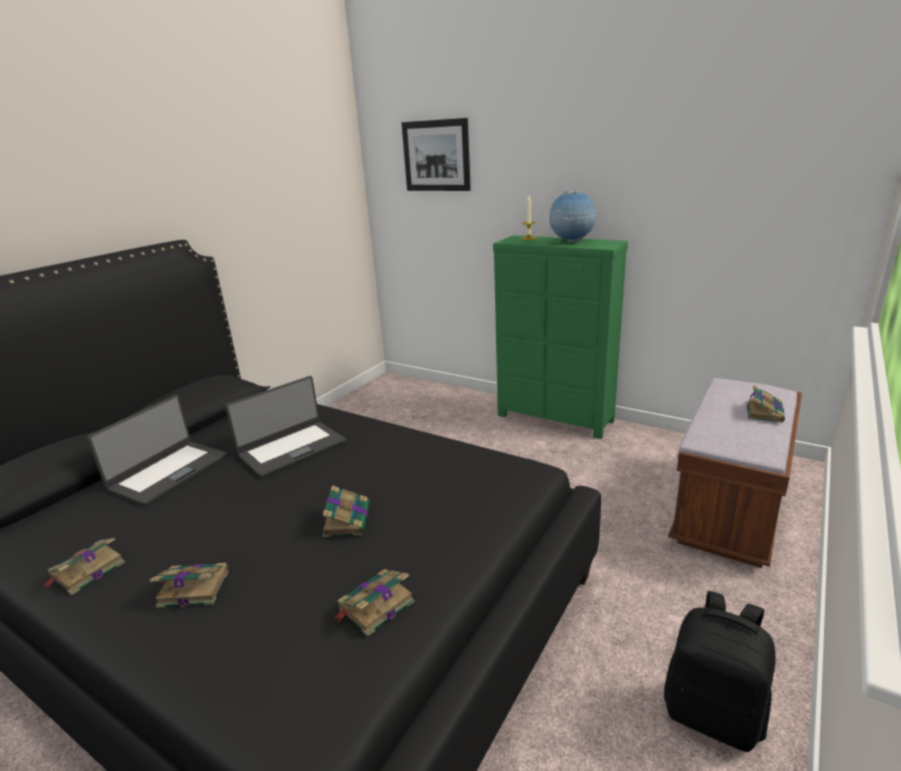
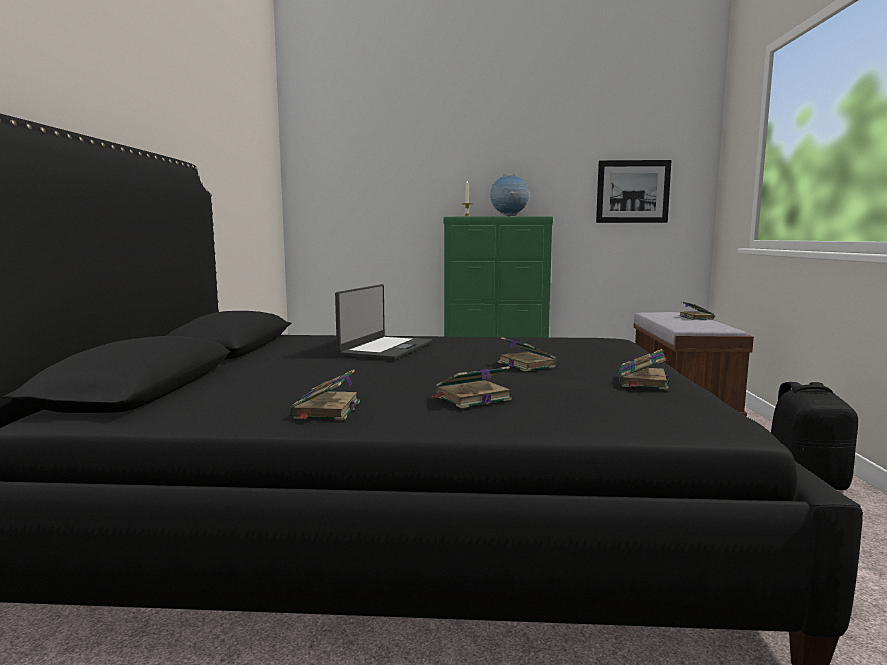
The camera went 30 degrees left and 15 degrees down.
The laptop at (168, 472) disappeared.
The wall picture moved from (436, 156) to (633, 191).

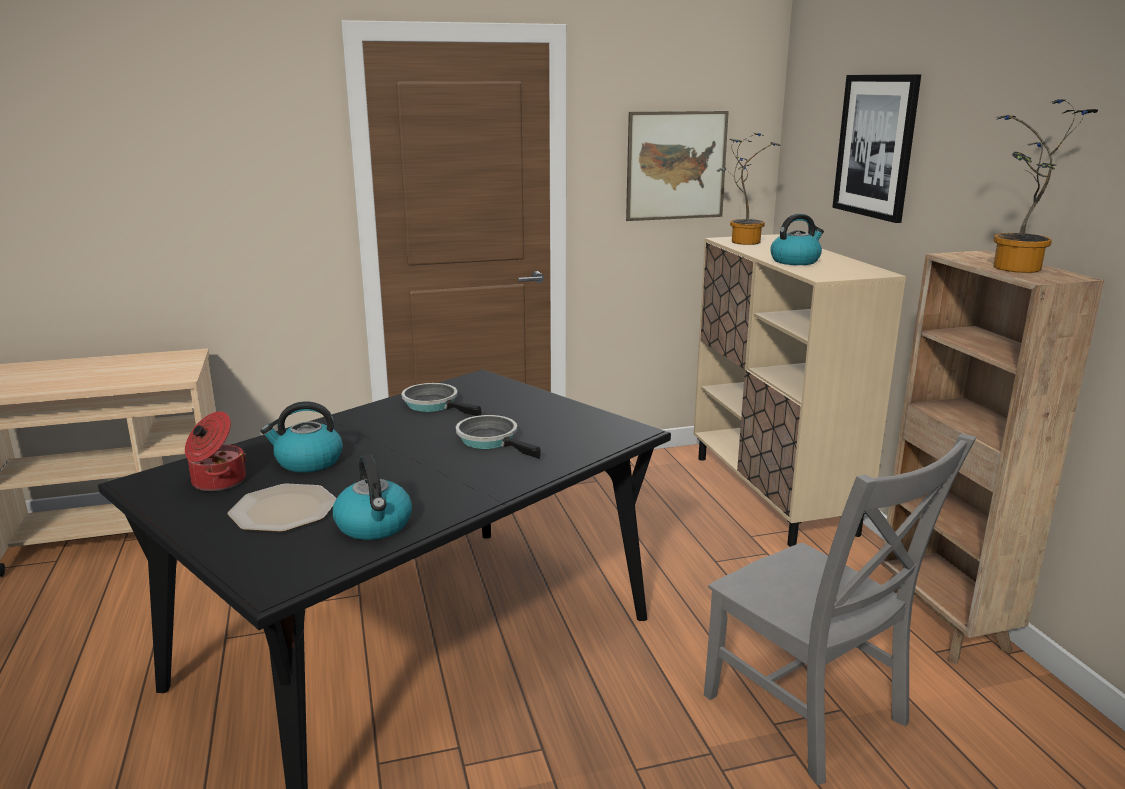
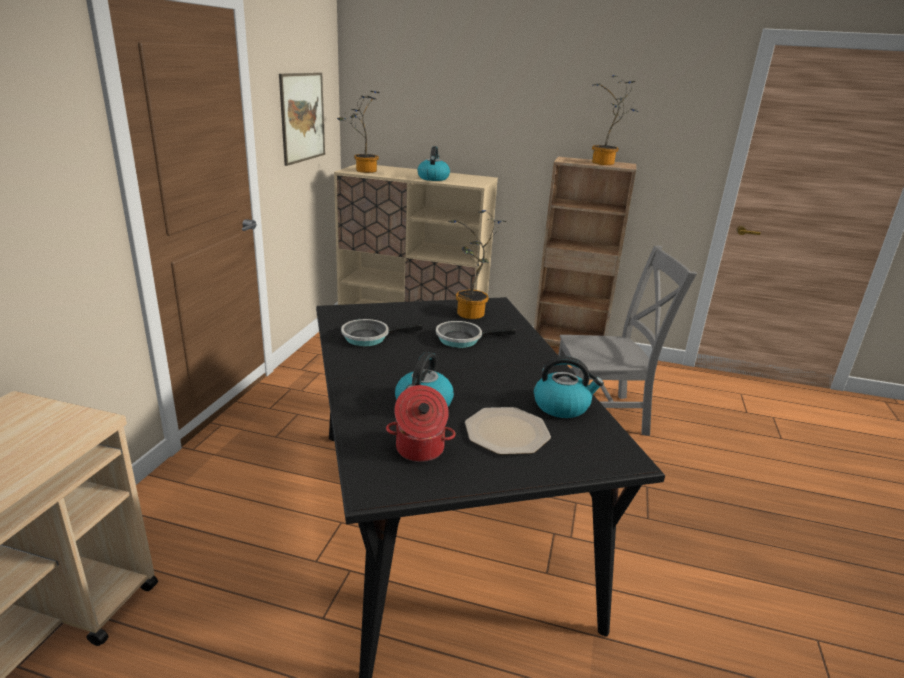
The camera went 60 degrees left and 5 degrees up.
The wall picture at (876, 146) disappeared.
The potted plant at (471, 315) appeared.

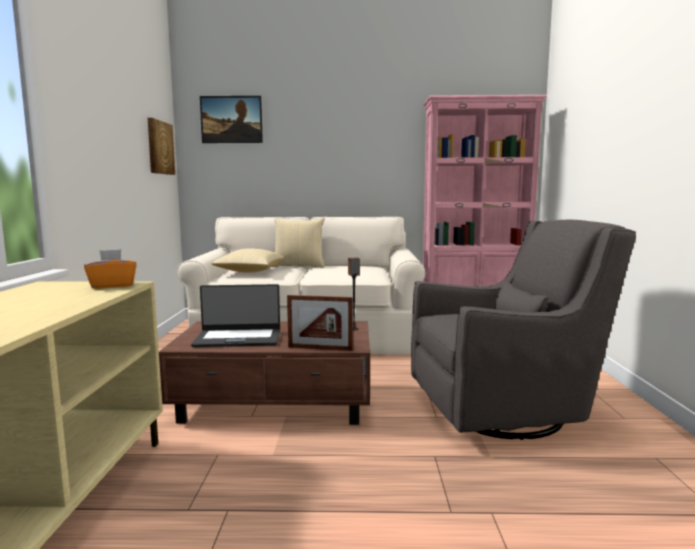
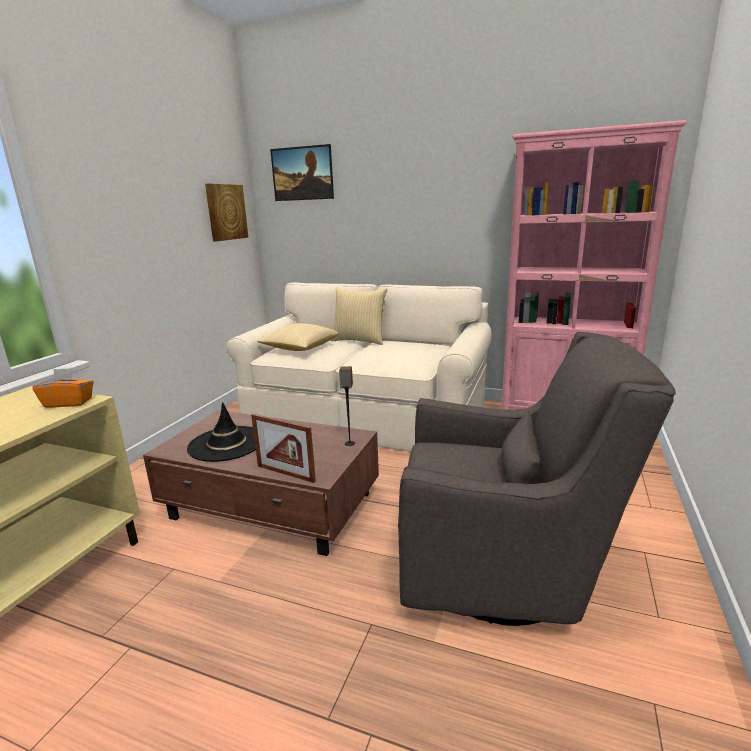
The camera went 20 degrees right and 10 degrees up.
The laptop at (238, 338) was replaced by the hat (black-coloured) at (226, 444).

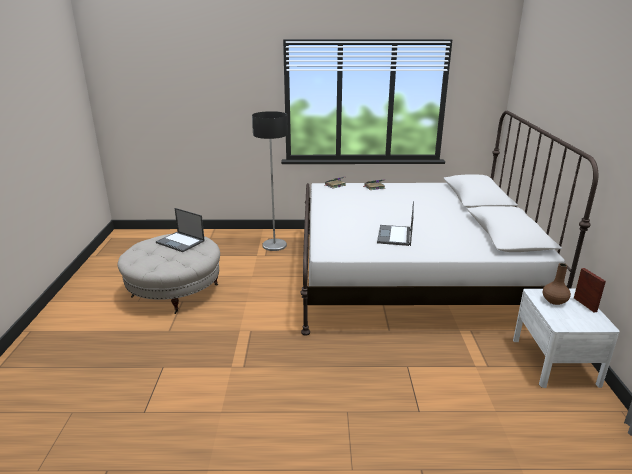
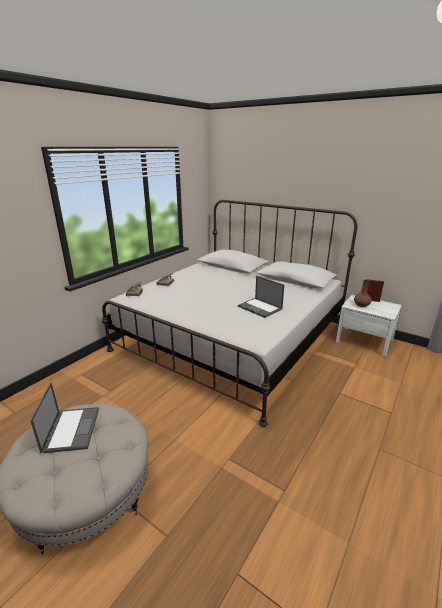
The camera went 55 degrees left and 0 degrees up.
The laptop at (181, 242) turned 75 degrees counterclockwise.
The floor lamp at (274, 245) disappeared.

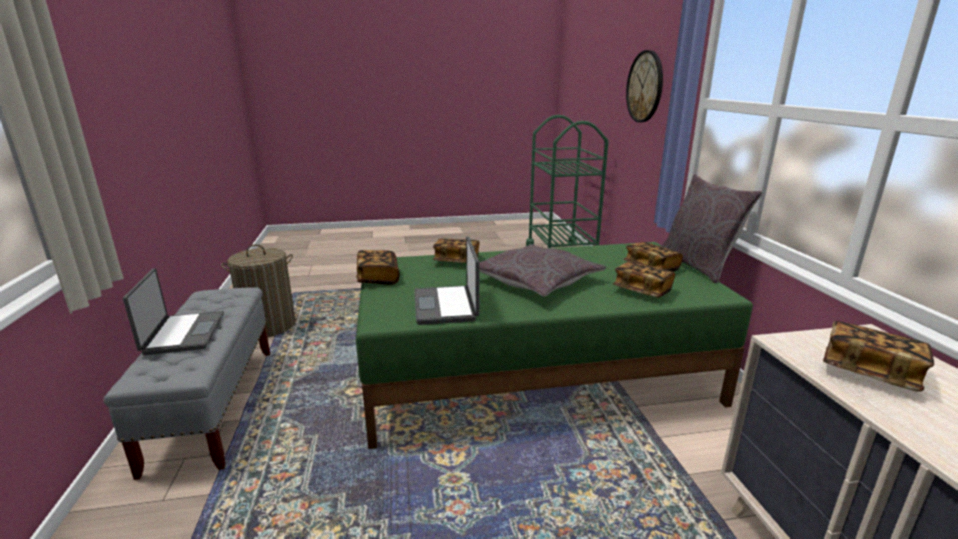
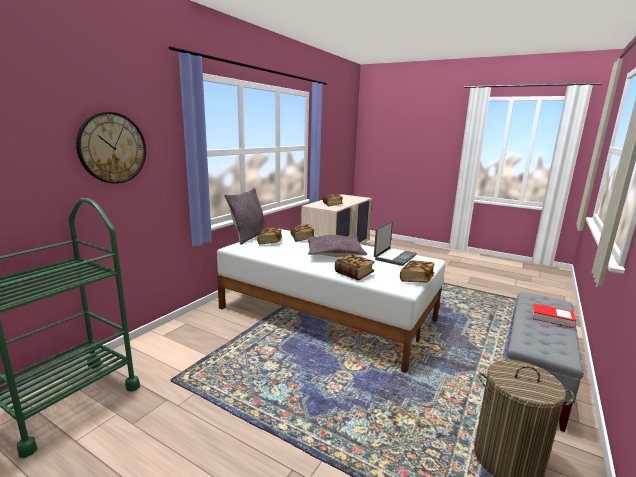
The camera went 140 degrees left and 5 degrees down.
The laptop at (183, 334) was replaced by the volume at (552, 318).
The bedroom bed (green) at (536, 375) became the bedroom bed (white) at (326, 314).

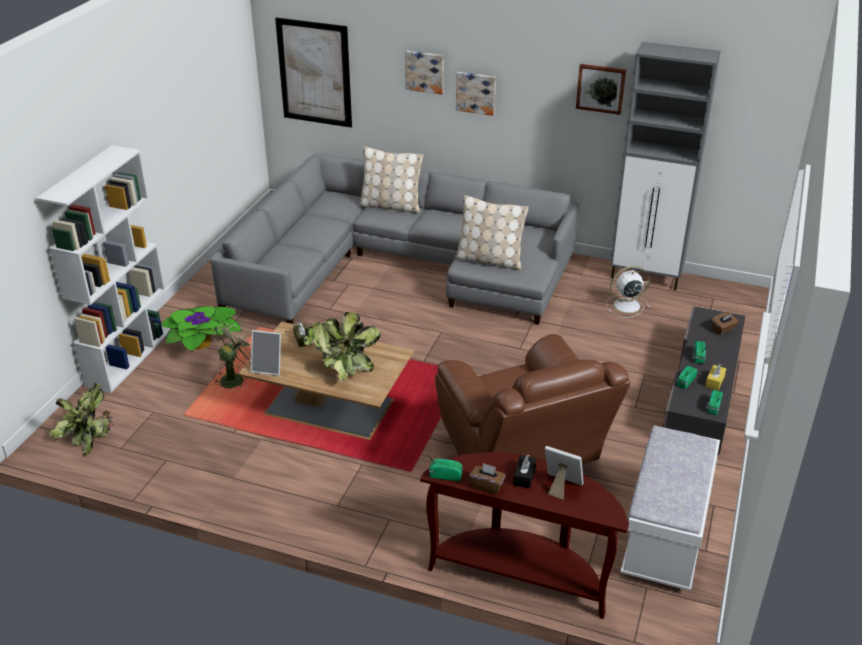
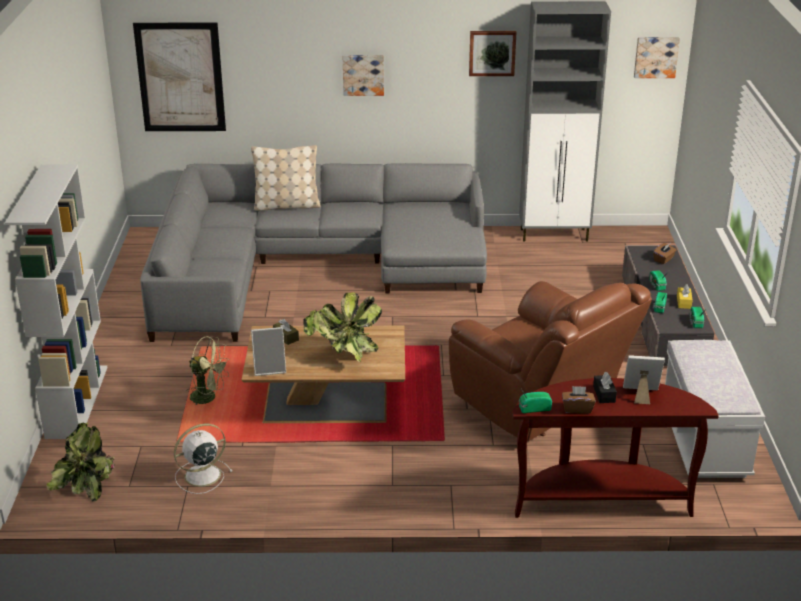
The camera went 20 degrees left and 5 degrees down.
The potted plant at (202, 342) disappeared.
The cooling fan (green) at (235, 378) turned 90 degrees clockwise.
The wall picture moved from (425, 71) to (656, 57).
The pillow (beige) at (489, 260) disappeared.
The cooling fan (white) moved from (625, 306) to (201, 476).

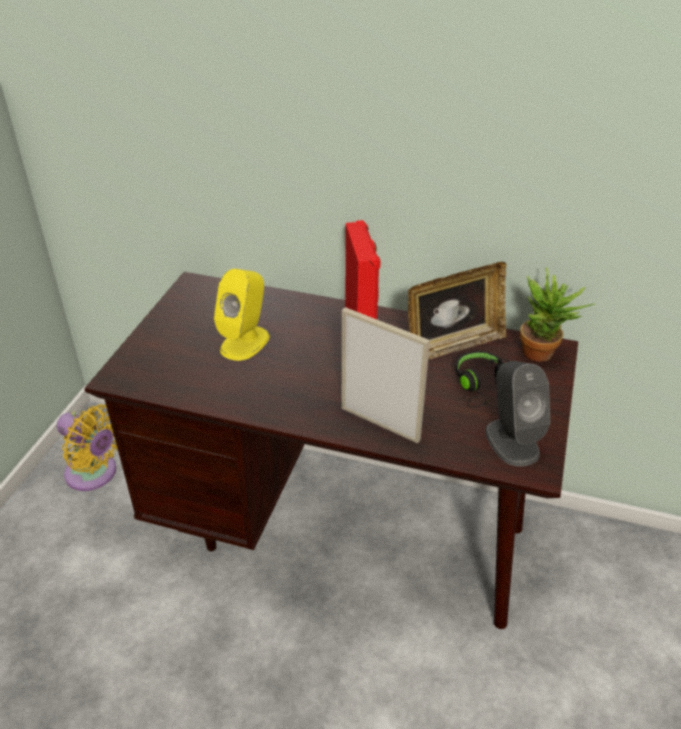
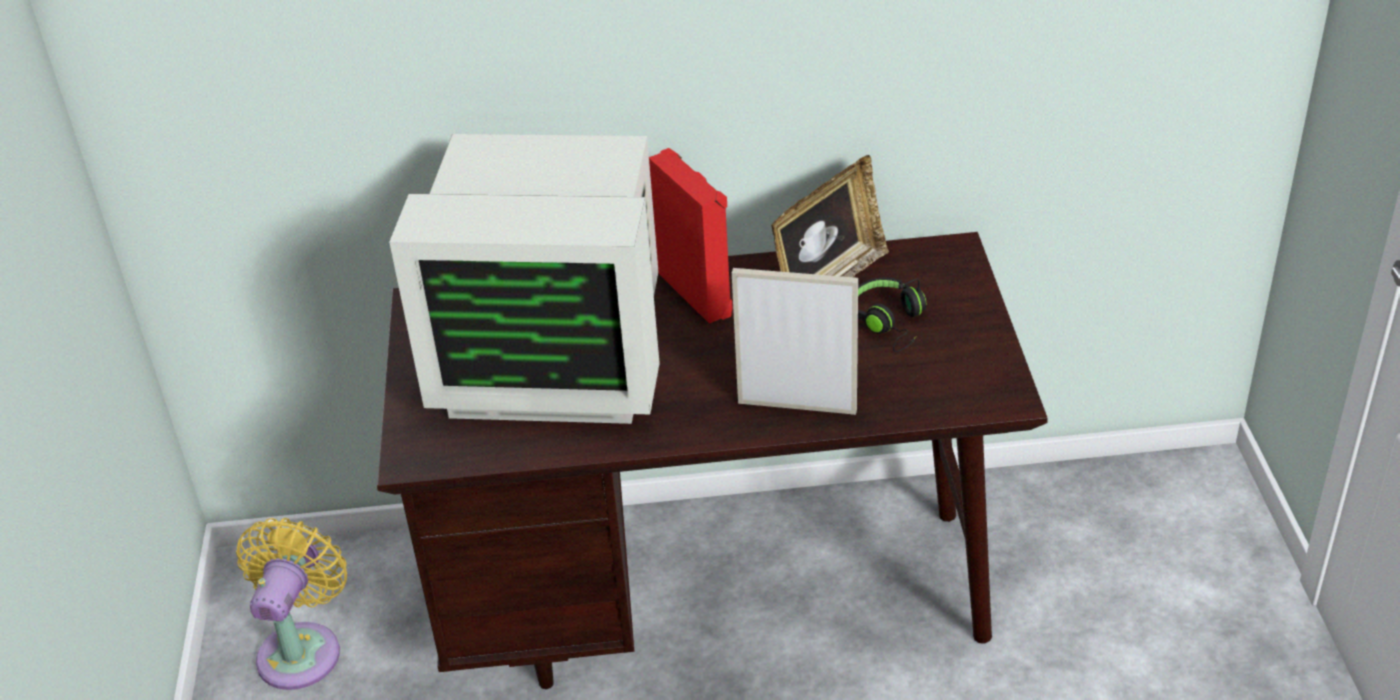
The camera went 20 degrees left and 0 degrees up.
The cooling fan (yellow-coloured) at (95, 474) turned 90 degrees counterclockwise.
The speaker (yellow-coloured) at (245, 342) was replaced by the computer display at (555, 359).
The speaker (greyish) at (511, 441) disappeared.
The potted plant at (543, 355) disappeared.

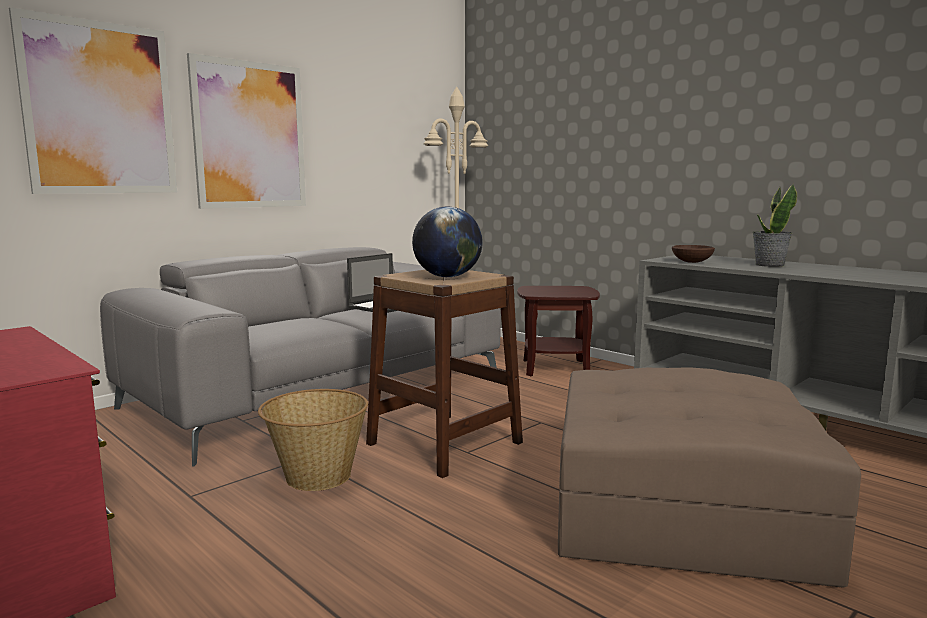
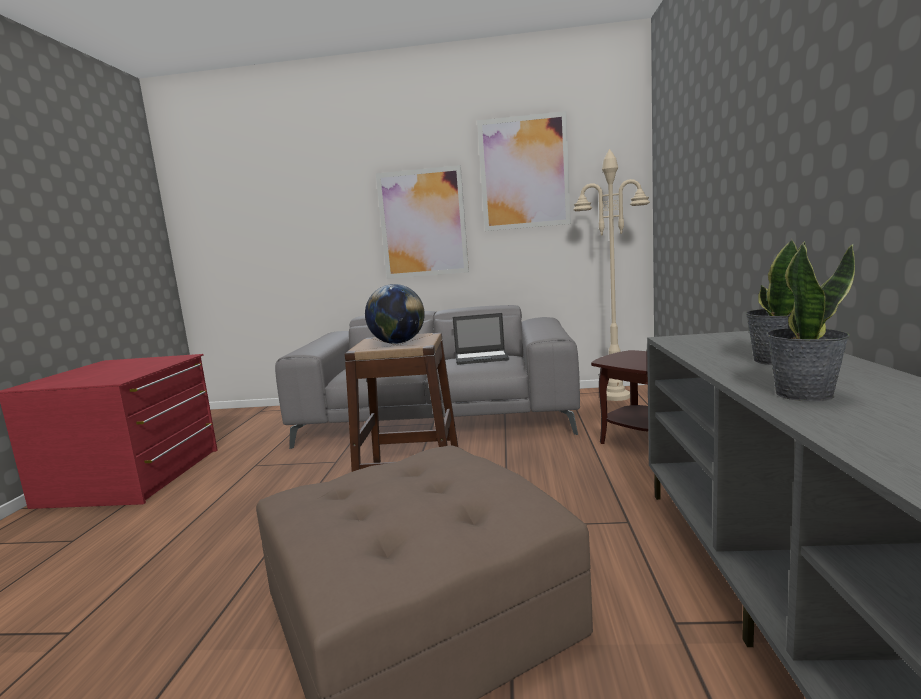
The camera went 50 degrees right and 0 degrees up.
The wall picture moved from (100, 109) to (524, 173).
The basket at (317, 476) disappeared.
The deep dish (brownish) at (691, 262) disappeared.
The potted plant at (803, 394) appeared.

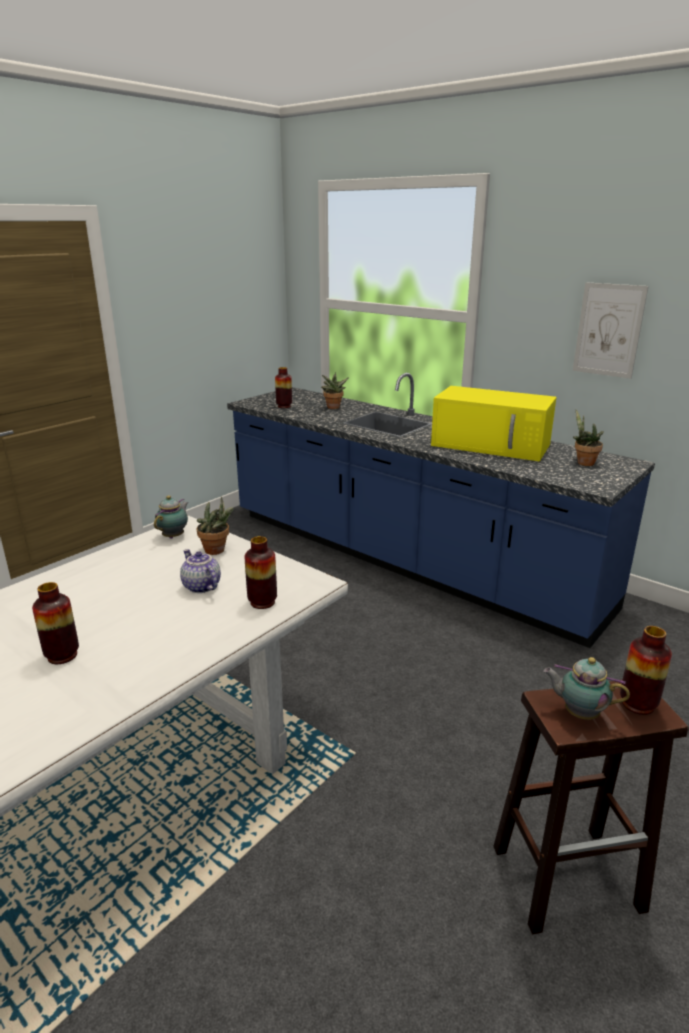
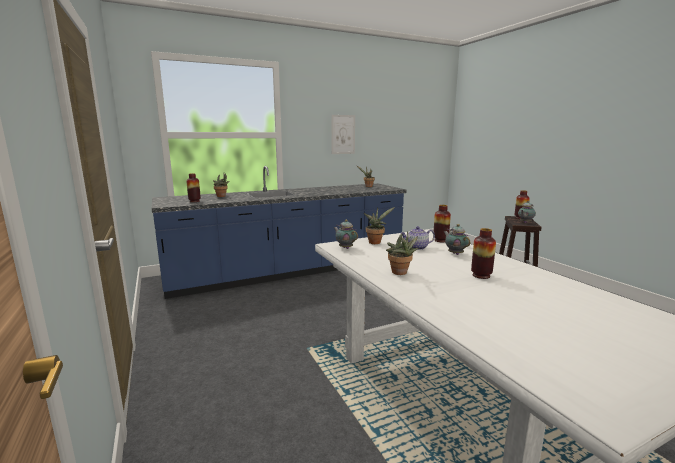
The camera went 65 degrees left and 10 degrees down.
The microwave (yellow-coloured) at (492, 445) disappeared.
The potted plant at (400, 273) appeared.
The tea pot at (455, 253) appeared.

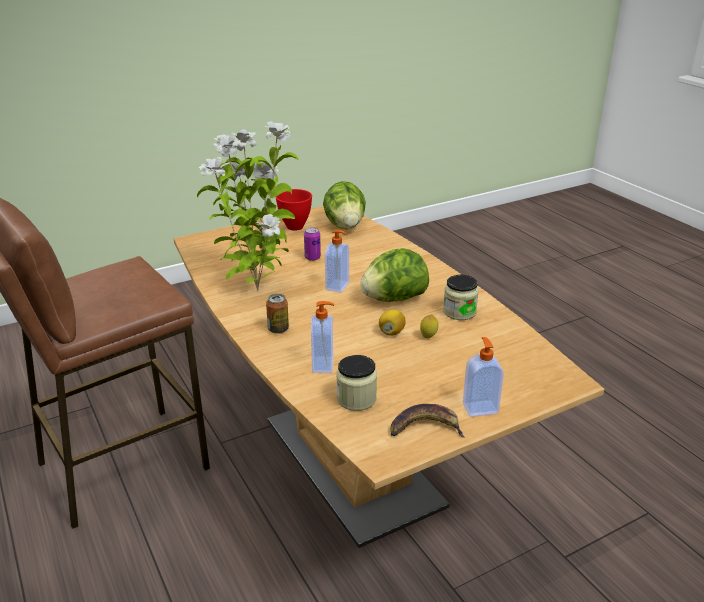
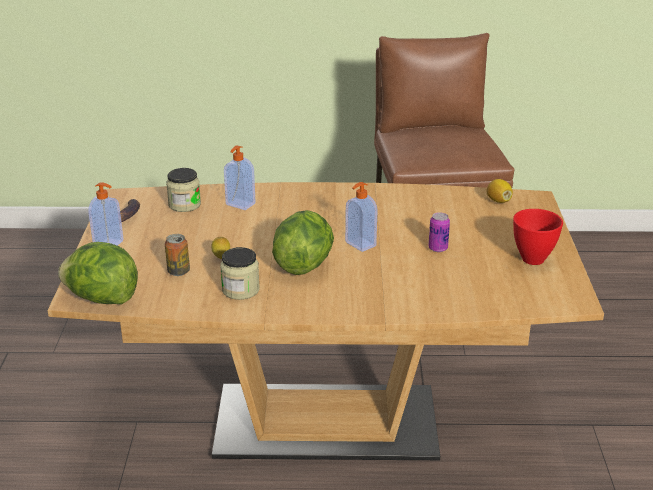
The camera went 120 degrees right and 0 degrees up.
The potted plant at (257, 289) disappeared.
The can moved from (278, 329) to (178, 271).
The head of lettuce moved from (345, 226) to (102, 299).
The whole lemon moved from (391, 332) to (498, 201).

